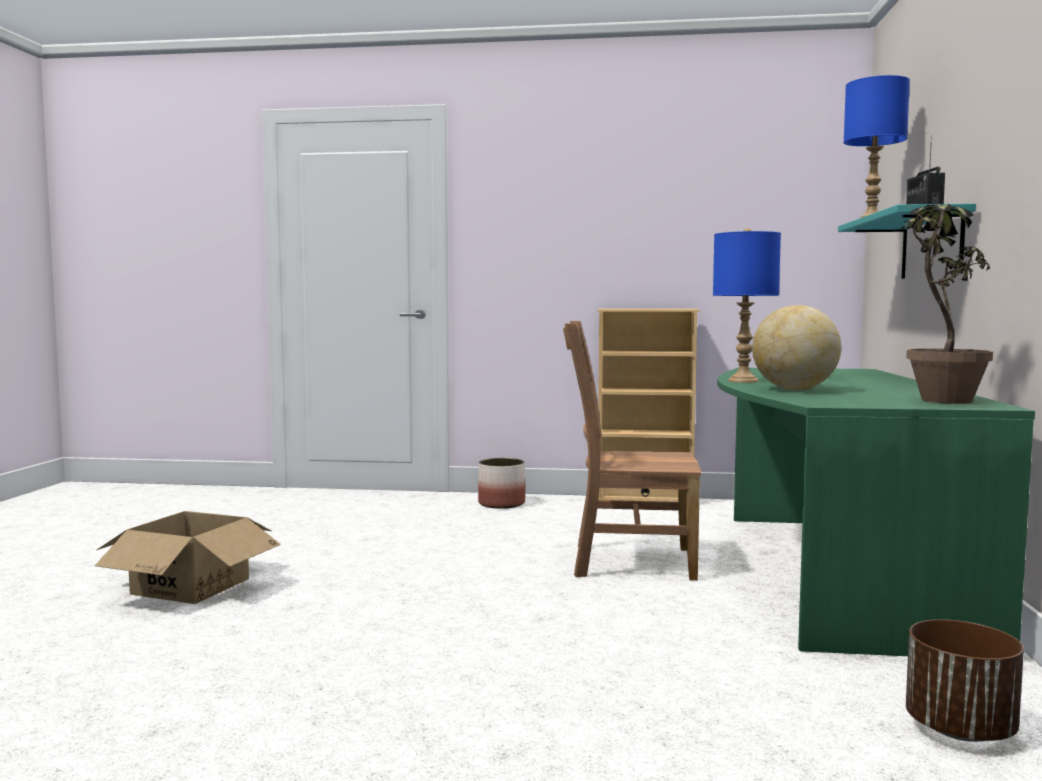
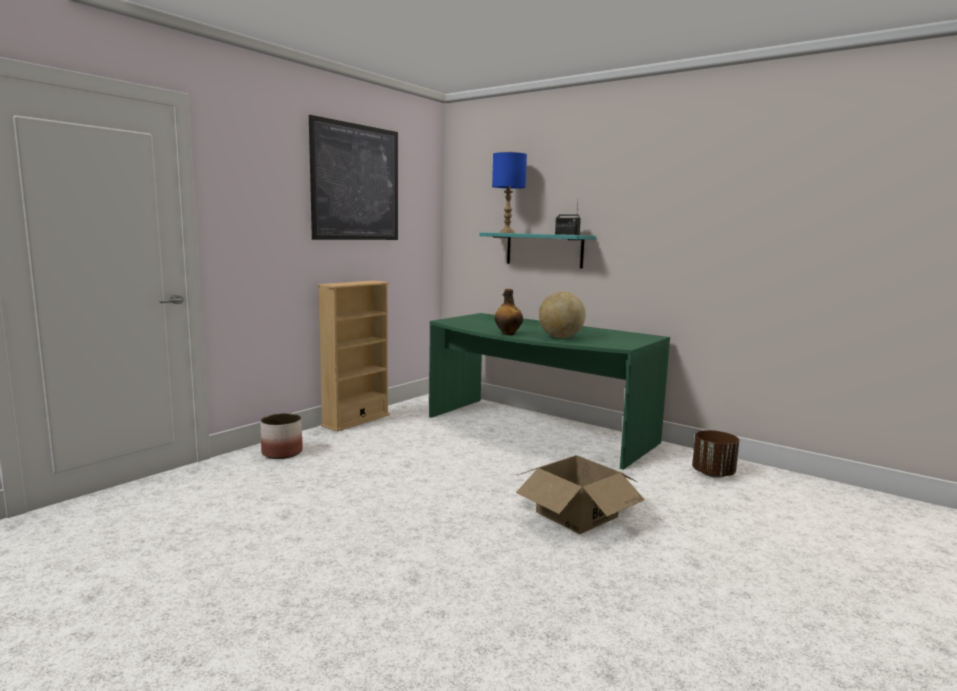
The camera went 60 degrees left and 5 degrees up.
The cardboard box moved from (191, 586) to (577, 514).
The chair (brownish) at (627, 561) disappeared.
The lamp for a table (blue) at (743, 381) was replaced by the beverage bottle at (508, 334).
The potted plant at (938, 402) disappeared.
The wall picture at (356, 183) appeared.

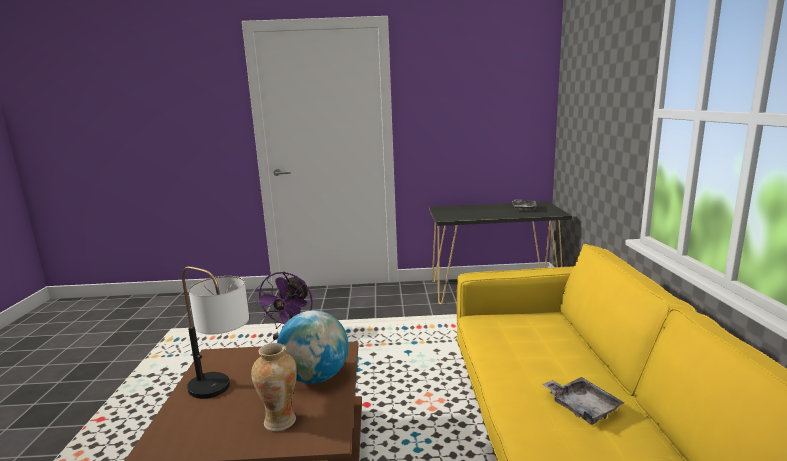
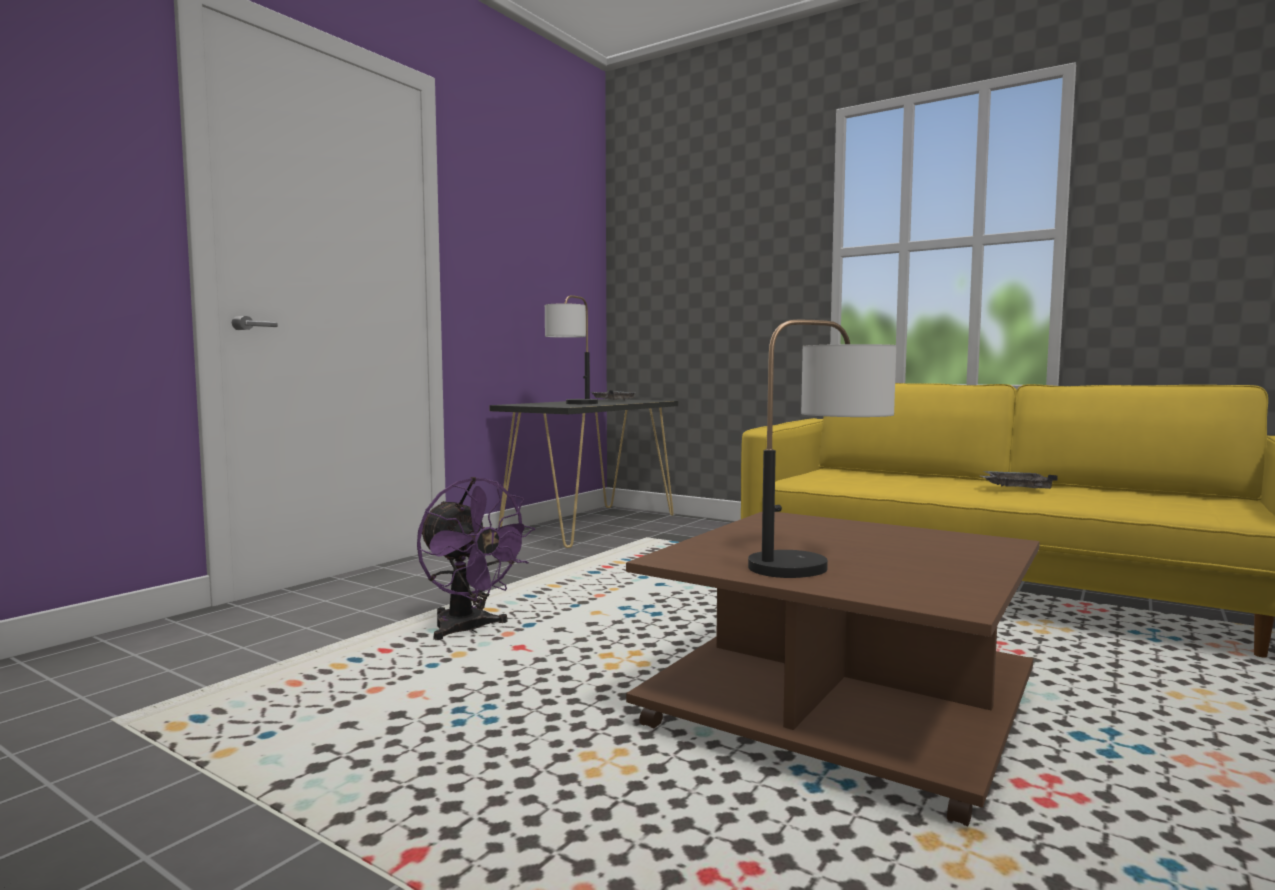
The camera went 55 degrees left and 10 degrees down.
The vase at (280, 420) disappeared.
The world globe at (316, 377) disappeared.
The lamp for a table at (572, 404) appeared.

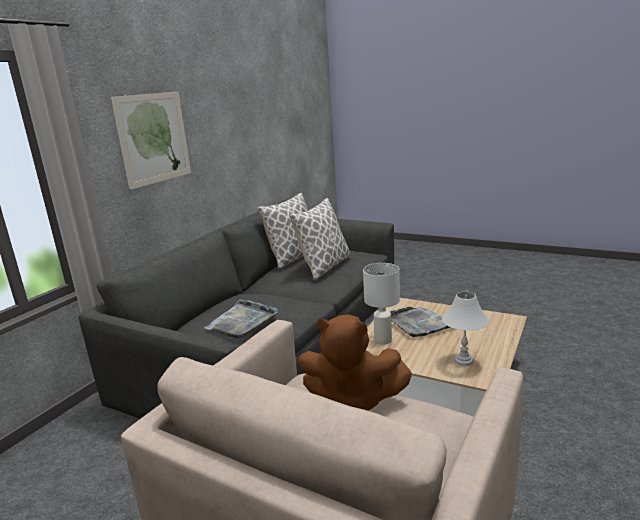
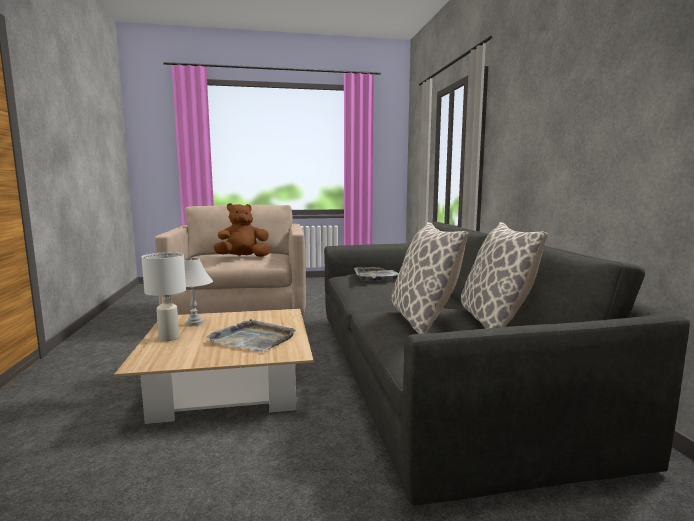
The camera went 140 degrees right and 10 degrees down.
The wall picture at (154, 138) disappeared.
The lamp for a table (white) moved from (383, 340) to (168, 338).

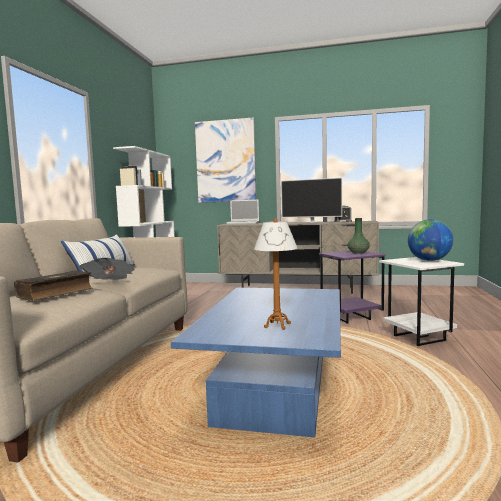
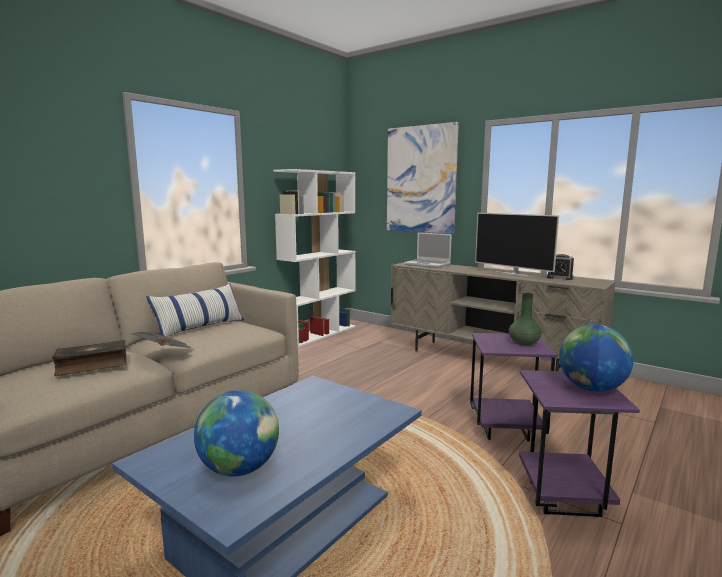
The camera went 25 degrees right and 5 degrees up.
The lamp for a table at (277, 325) was replaced by the world globe at (239, 469).
The side table (white) at (419, 338) became the side table (purplish) at (565, 498).

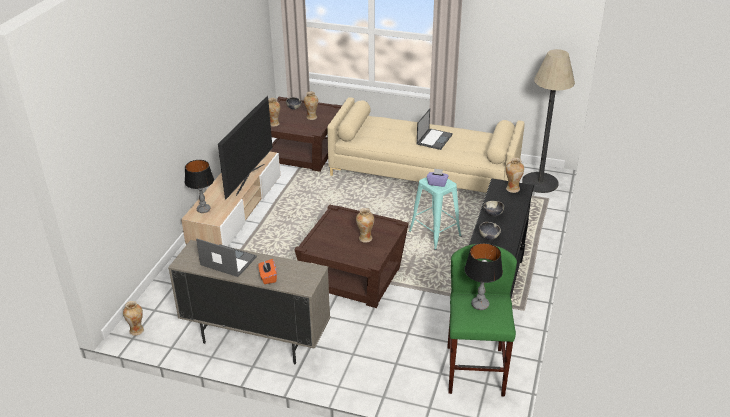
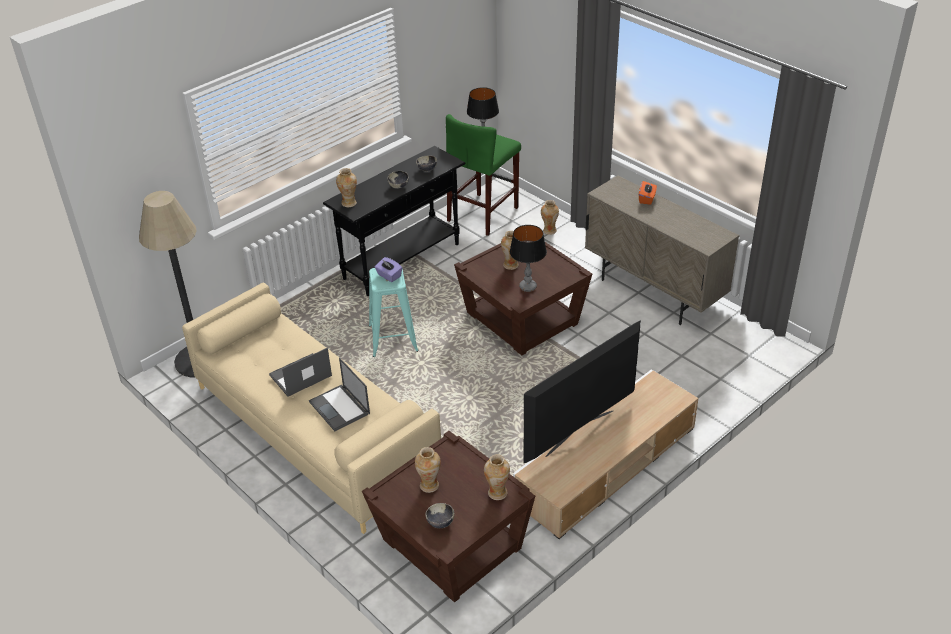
The camera went 150 degrees left and 5 degrees up.
The vase moved from (137, 330) to (549, 231).
The lamp for a table moved from (203, 209) to (527, 287).
The laptop moved from (227, 261) to (340, 408).

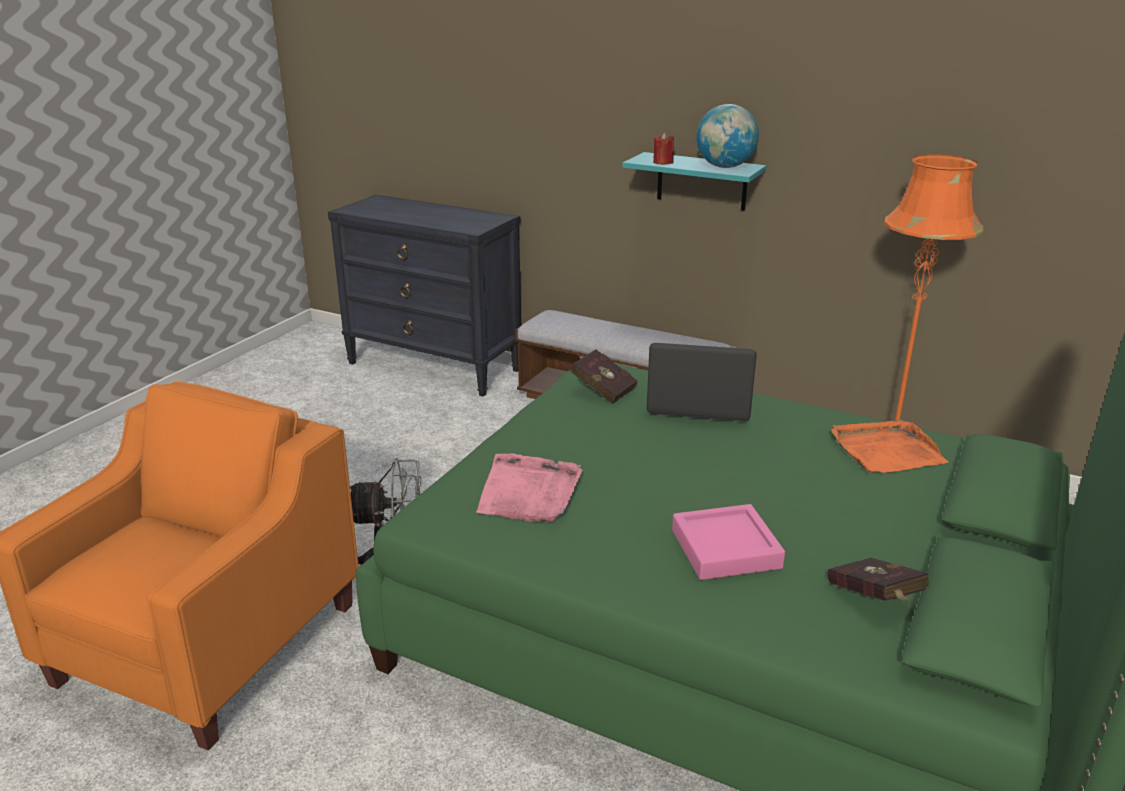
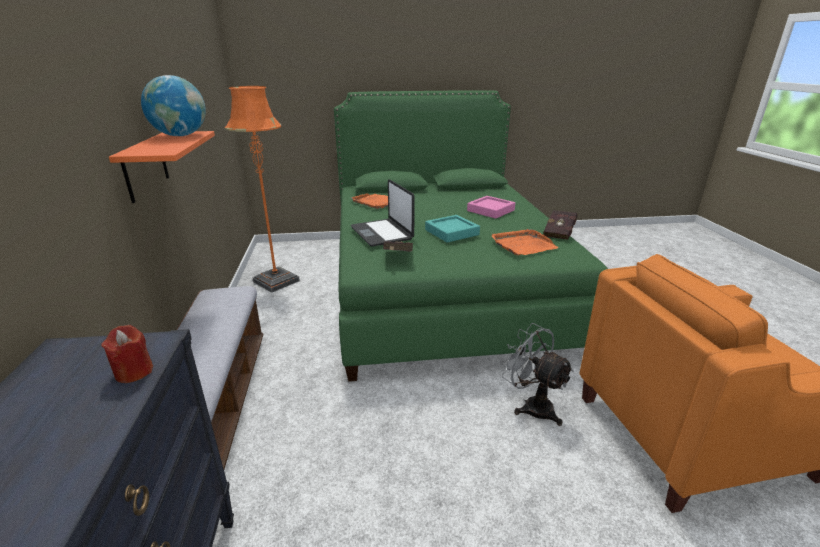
The camera went 125 degrees left and 0 degrees up.
The carrying tray (pinkish) at (529, 492) became the carrying tray (orange) at (523, 245).
The bracket shelf (turquoise) at (702, 181) became the bracket shelf (orange) at (145, 166).
The candle (reddish) moved from (663, 162) to (134, 372).
The volume (reddish) moved from (875, 600) to (559, 233).
The carrying tray (turquoise) at (451, 232) appeared.

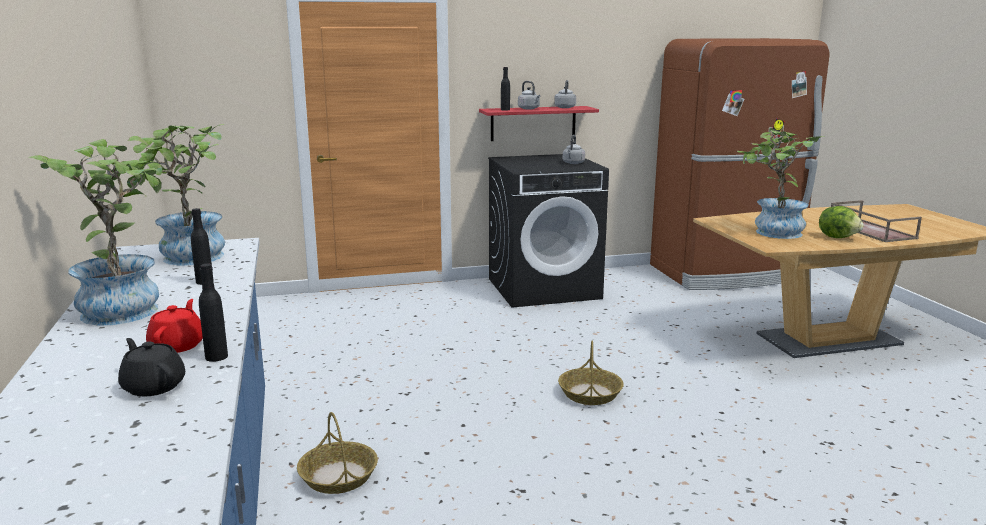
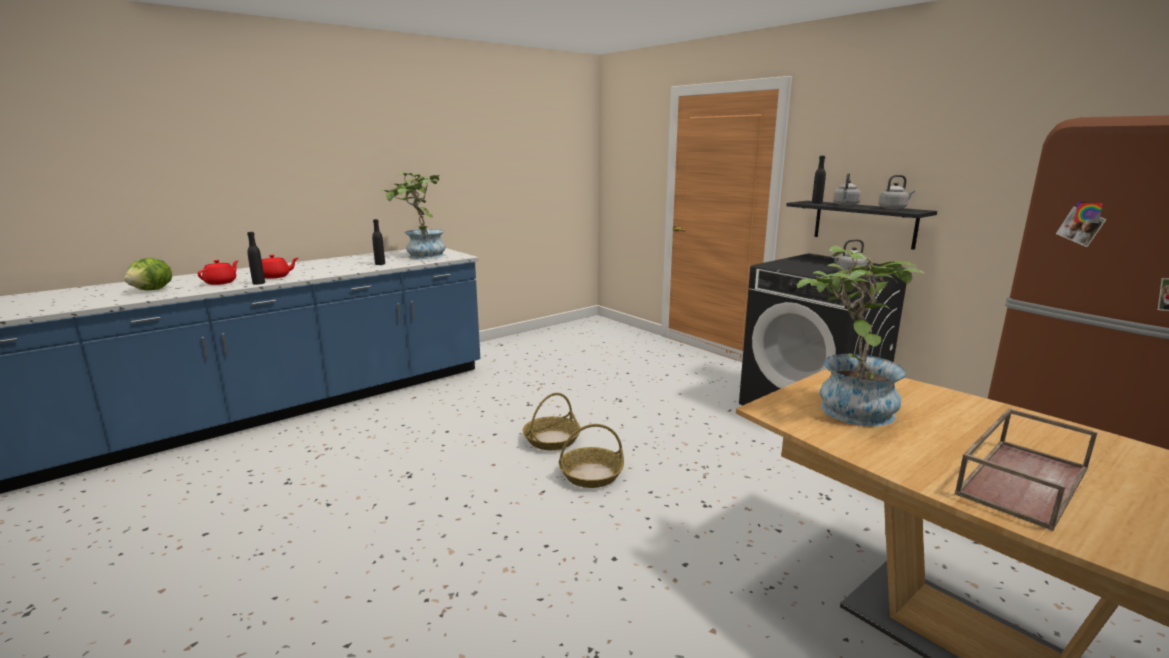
The camera went 65 degrees right and 0 degrees up.
The potted plant at (125, 307) disappeared.
The tea pot (black-coloured) at (153, 386) became the tea pot (reddish) at (221, 282).
The basket moved from (338, 476) to (552, 439).
The bracket shelf (reddish) at (533, 123) became the bracket shelf (black-coloured) at (864, 224).
The head of lettuce moved from (837, 237) to (153, 290).

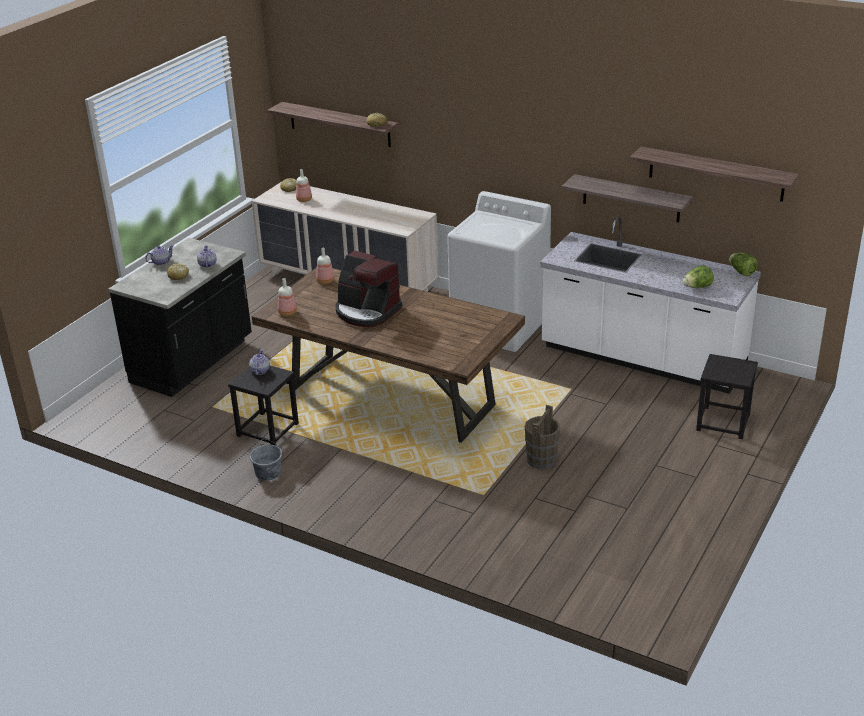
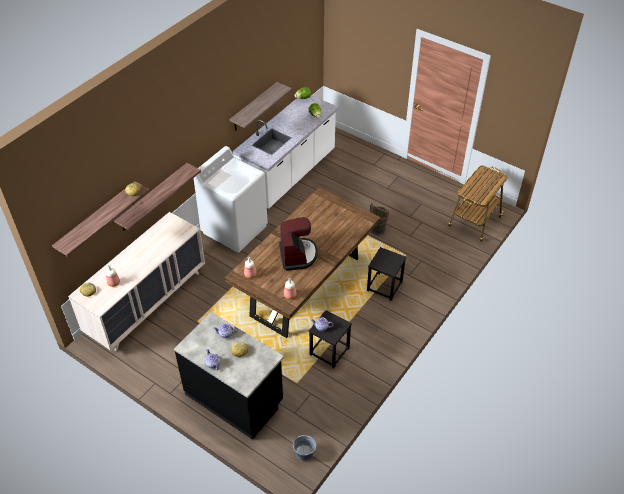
The camera went 85 degrees left and 15 degrees up.
The water bucket (greyish) moved from (268, 473) to (304, 453).
The coffee maker at (367, 311) turned 45 degrees counterclockwise.
The bracket shelf moved from (716, 174) to (153, 197).
The stool (black-coloured) moved from (722, 422) to (384, 286).
The cart at (474, 222) appeared.

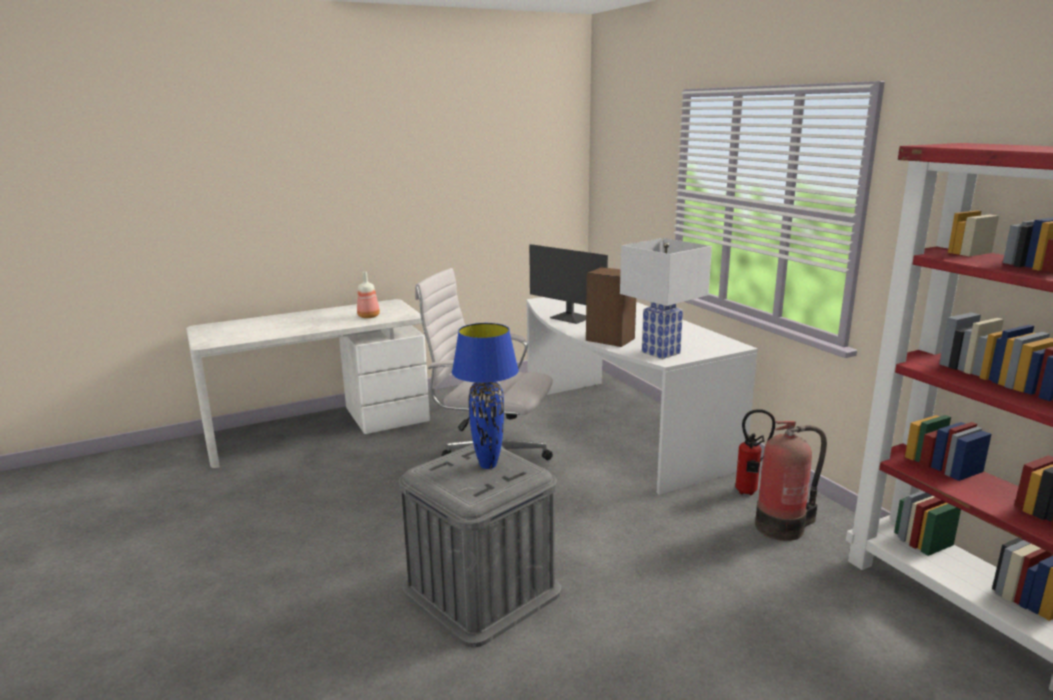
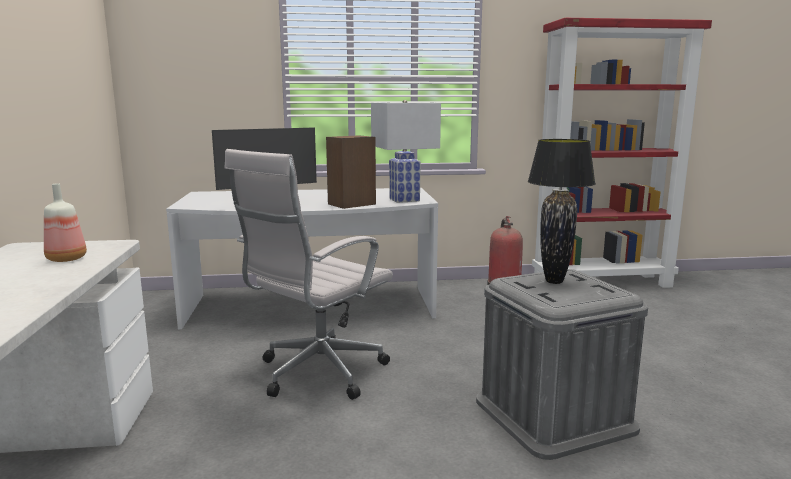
The camera went 70 degrees left and 5 degrees down.
The lamp for a table (blue) at (487, 465) became the lamp for a table (black-coloured) at (554, 281).
The extinguisher at (749, 493) disappeared.

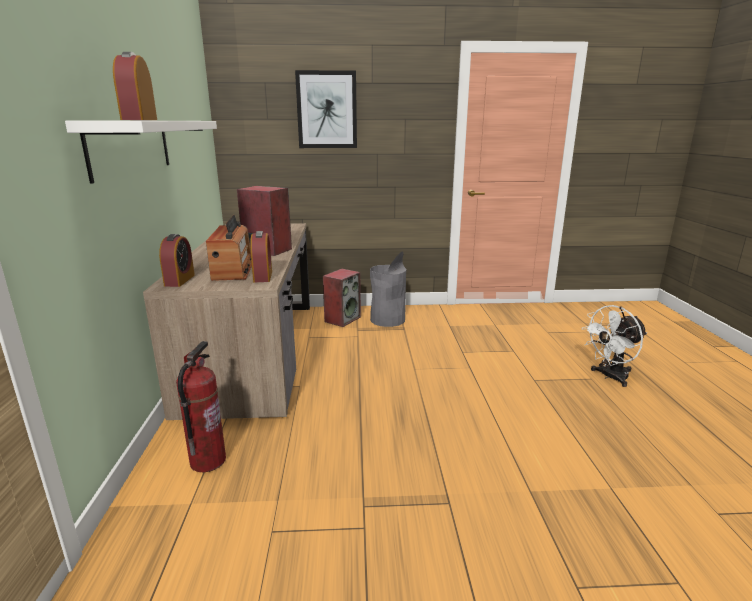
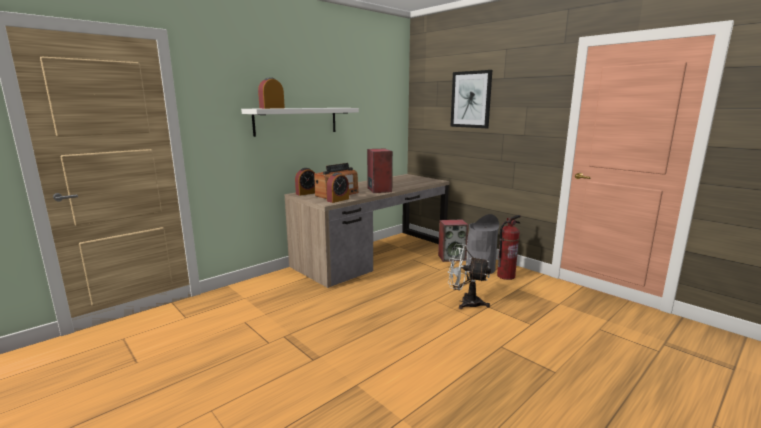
The camera went 50 degrees right and 5 degrees down.
The extinguisher moved from (208, 461) to (506, 276).
The cooling fan (white) moved from (610, 377) to (465, 302).

